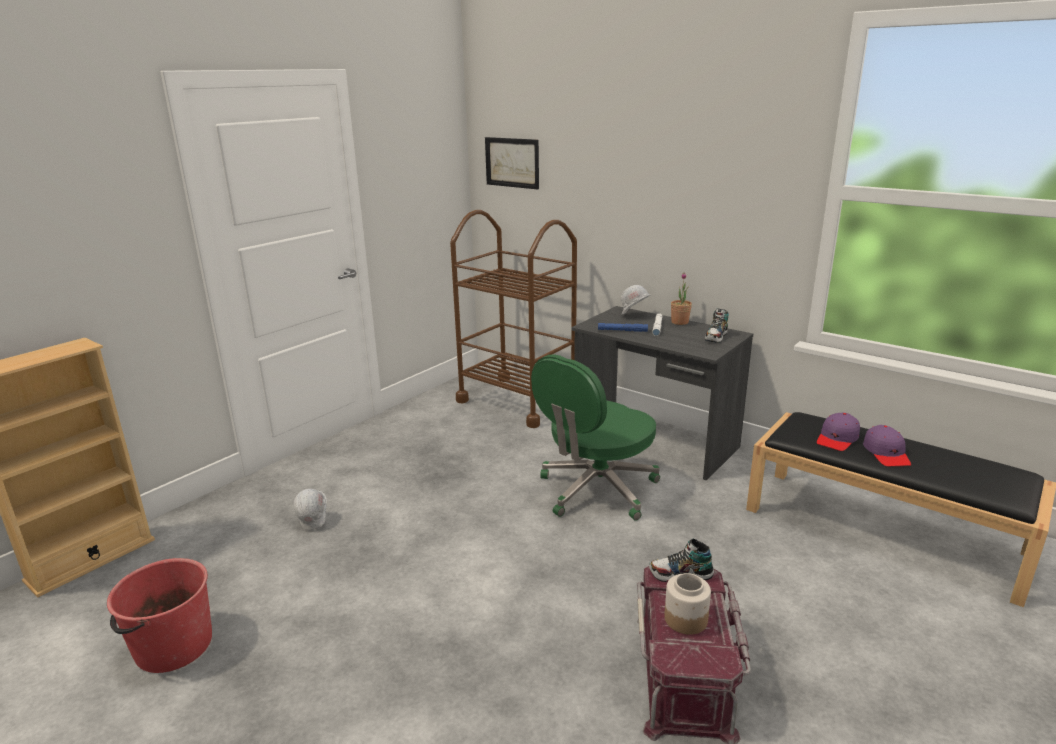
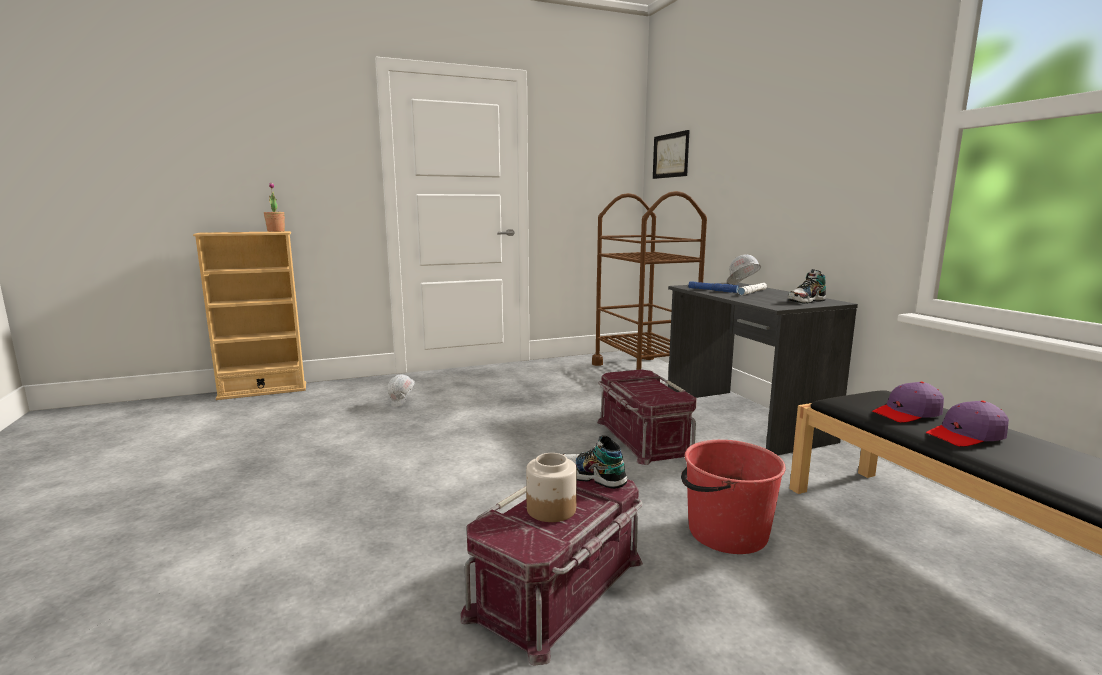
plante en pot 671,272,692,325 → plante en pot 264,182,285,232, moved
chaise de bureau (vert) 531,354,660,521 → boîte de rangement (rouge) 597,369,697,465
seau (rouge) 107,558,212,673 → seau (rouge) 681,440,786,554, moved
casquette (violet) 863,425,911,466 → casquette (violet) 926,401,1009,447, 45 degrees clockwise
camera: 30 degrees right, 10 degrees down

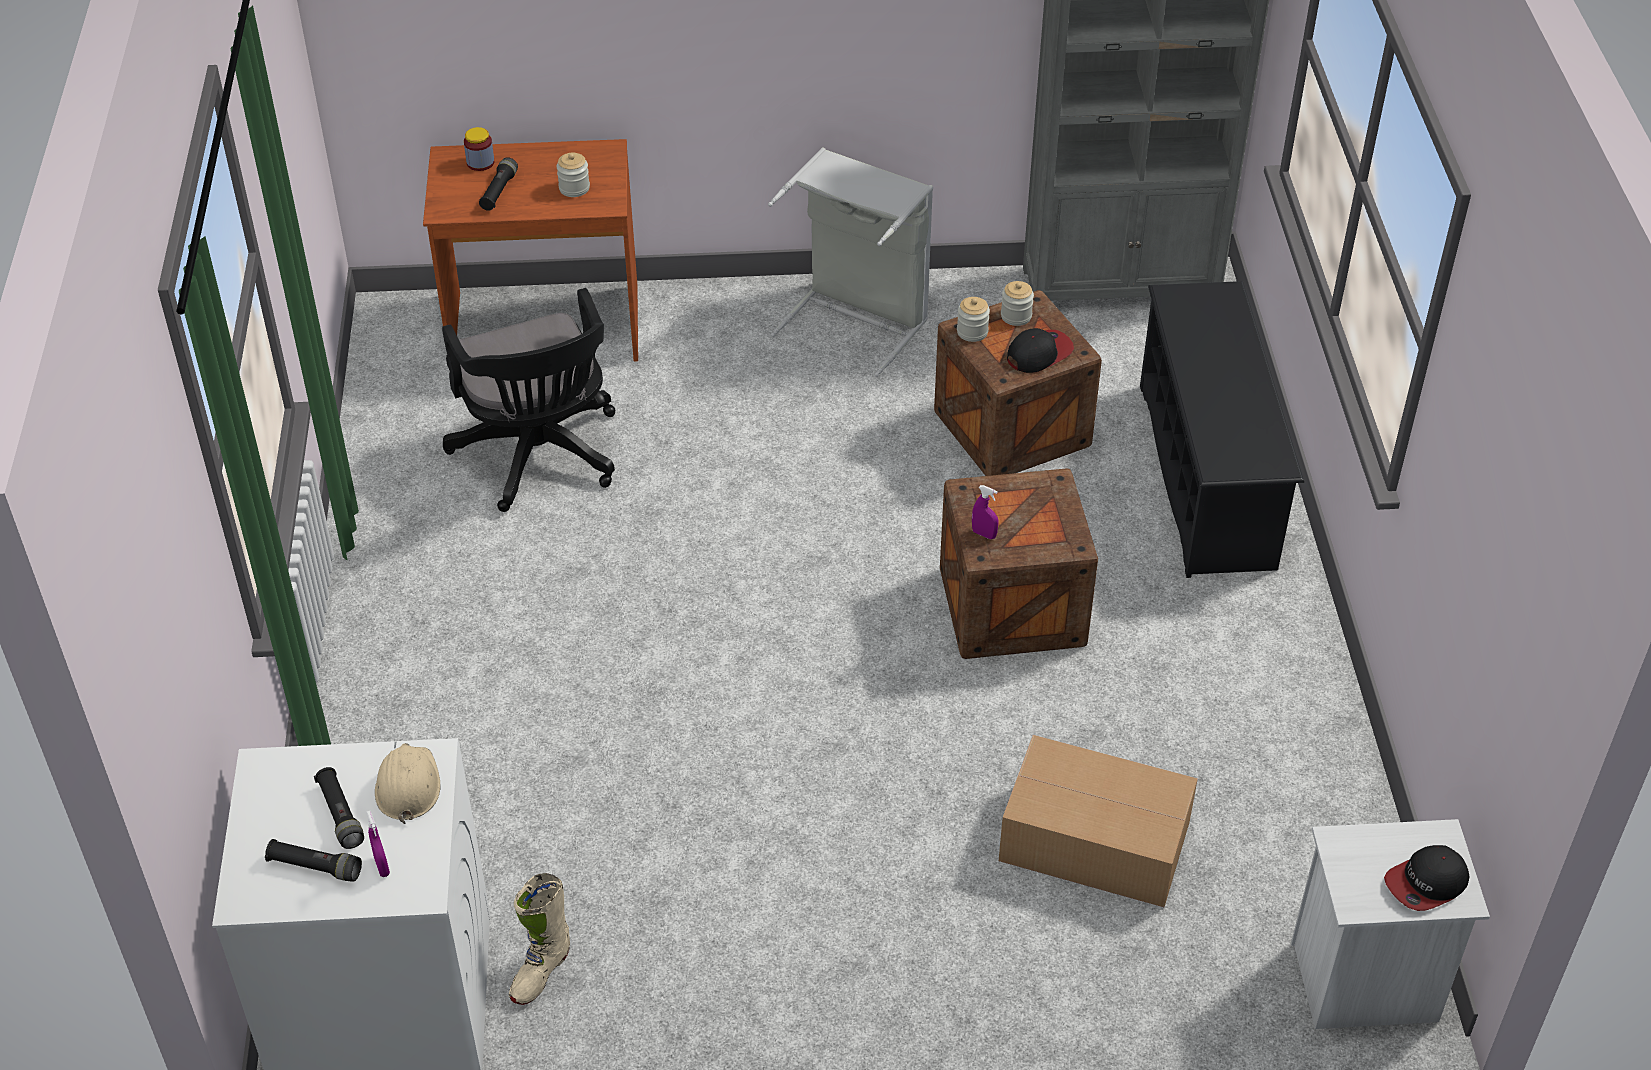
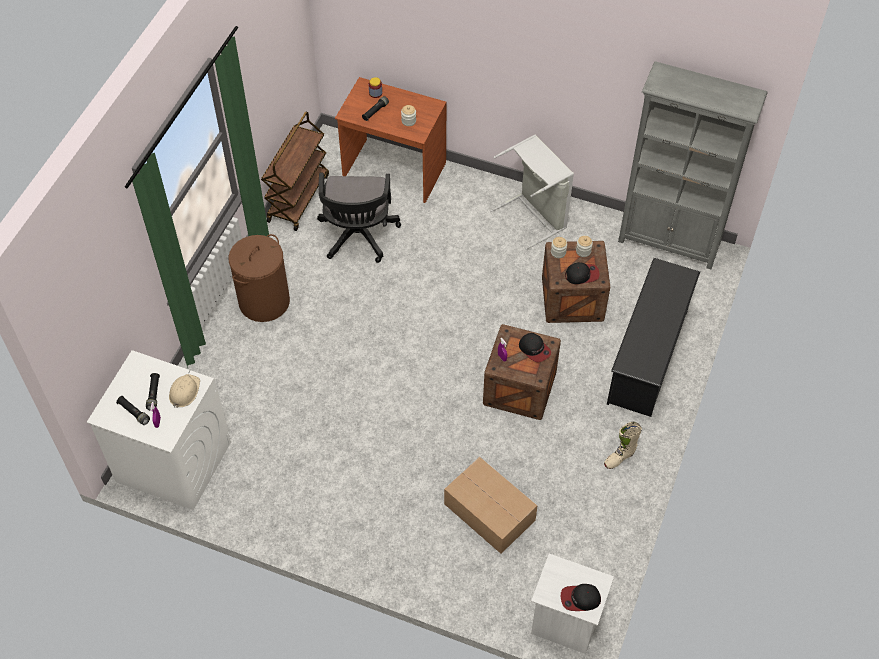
- → panier à linge (marron) 228,234,290,322
- → chariot (marron) 261,112,329,231
- → casquette 519,333,551,362
botte (beige) 509,873,570,1005 → botte (beige) 604,422,642,469, moved
camera: 25 degrees right, 10 degrees up

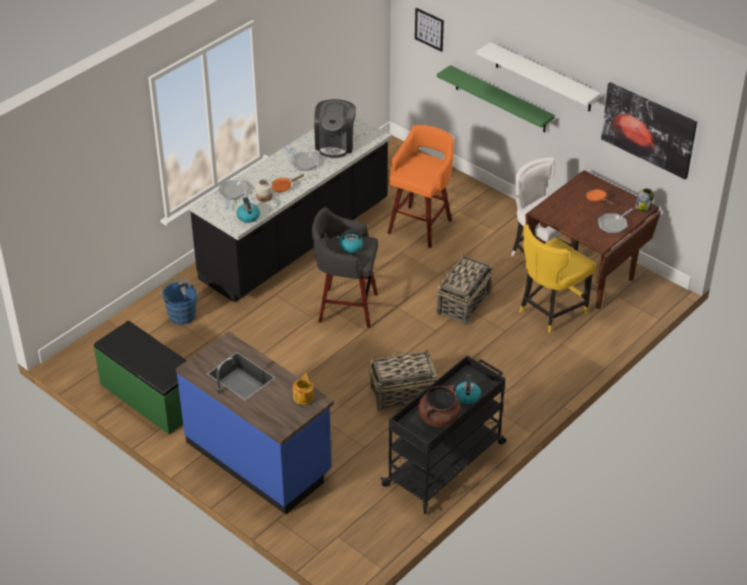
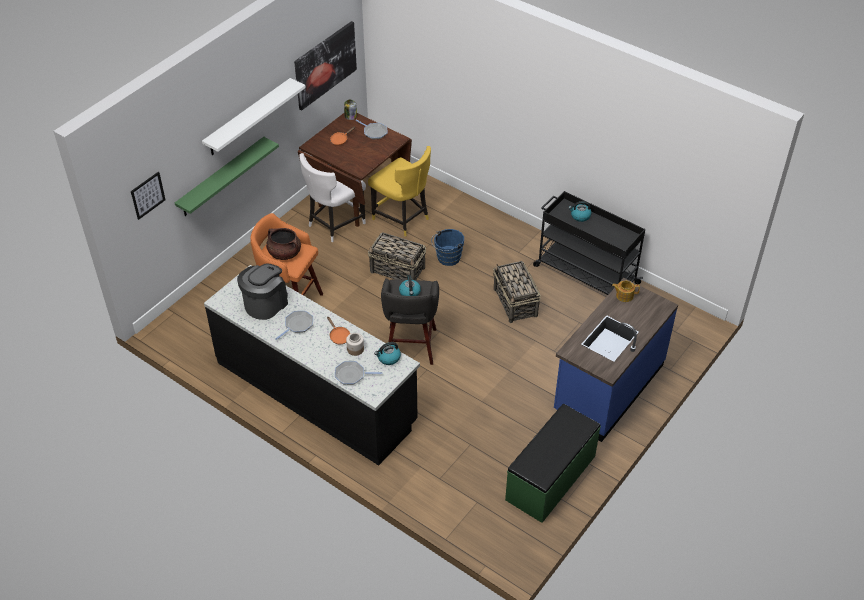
machine à café 314,99,356,158 → machine à café 237,264,288,320, 60 degrees counterclockwise
marmite (marron) 418,385,461,427 → marmite (marron) 266,228,301,260, moved
seau (bleu) 160,279,197,325 → seau (bleu) 431,229,464,266, moved
camera: 95 degrees left, 5 degrees up

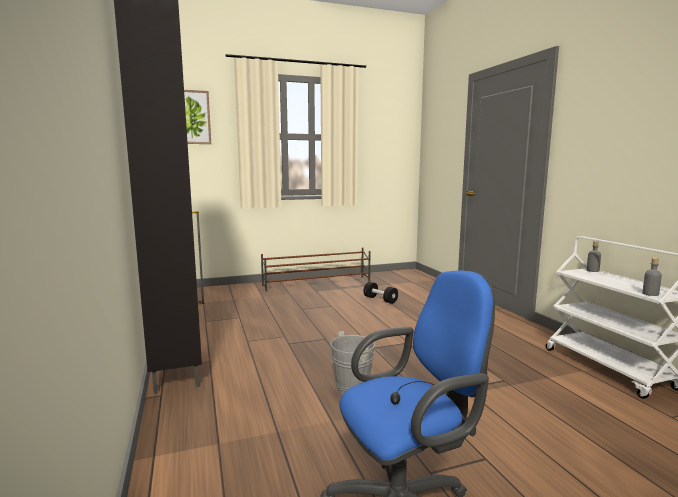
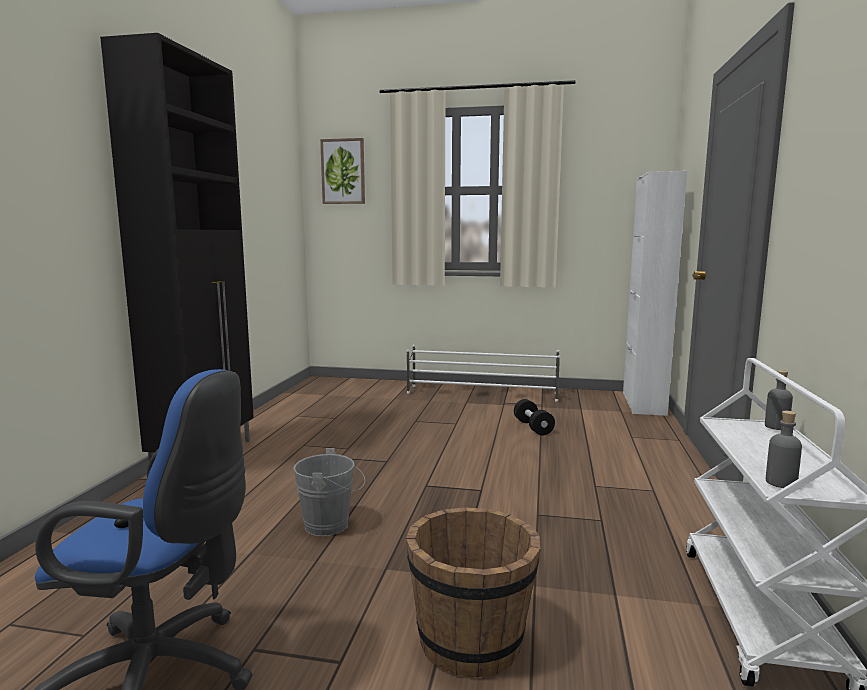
- → seau (marron) 406,507,541,678
étagère à chaussures (marron) 261,247,371,292 → étagère à chaussures (blanc) 407,345,560,402
- → meuble de rangement (blanc) 623,171,687,416
camera: 30 degrees right, 0 degrees up

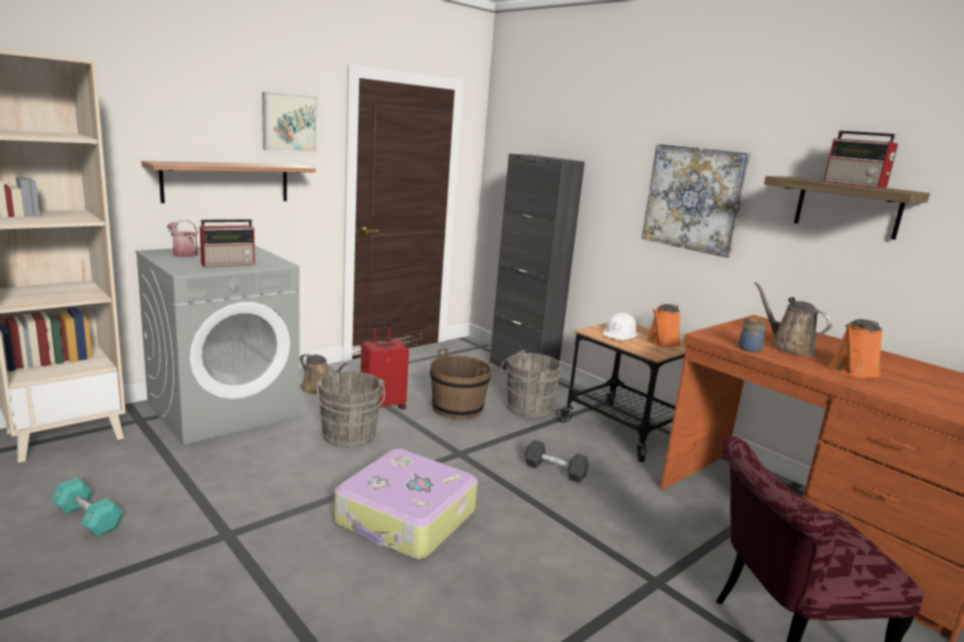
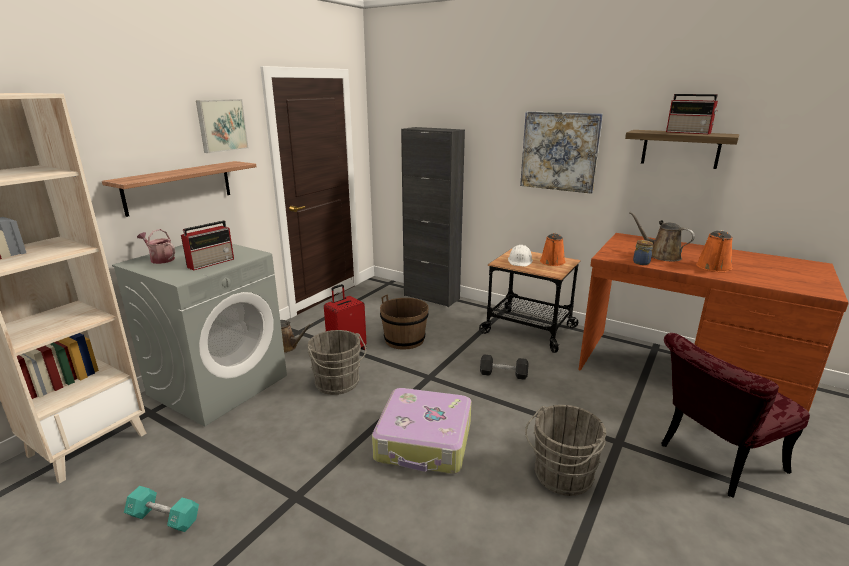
seau (gris) 500,350,562,418 → seau (gris) 525,405,606,496, moved
camera: 15 degrees left, 5 degrees up

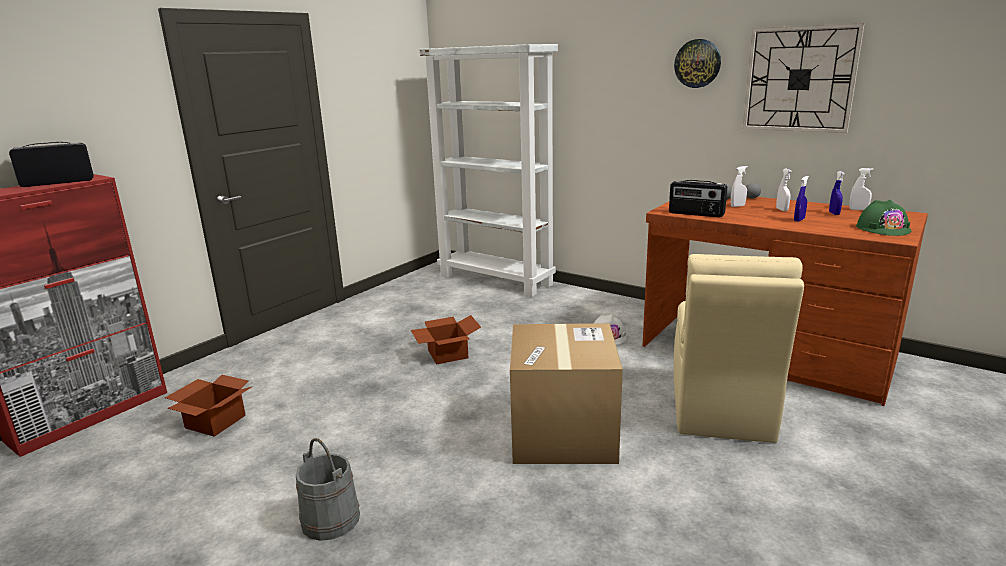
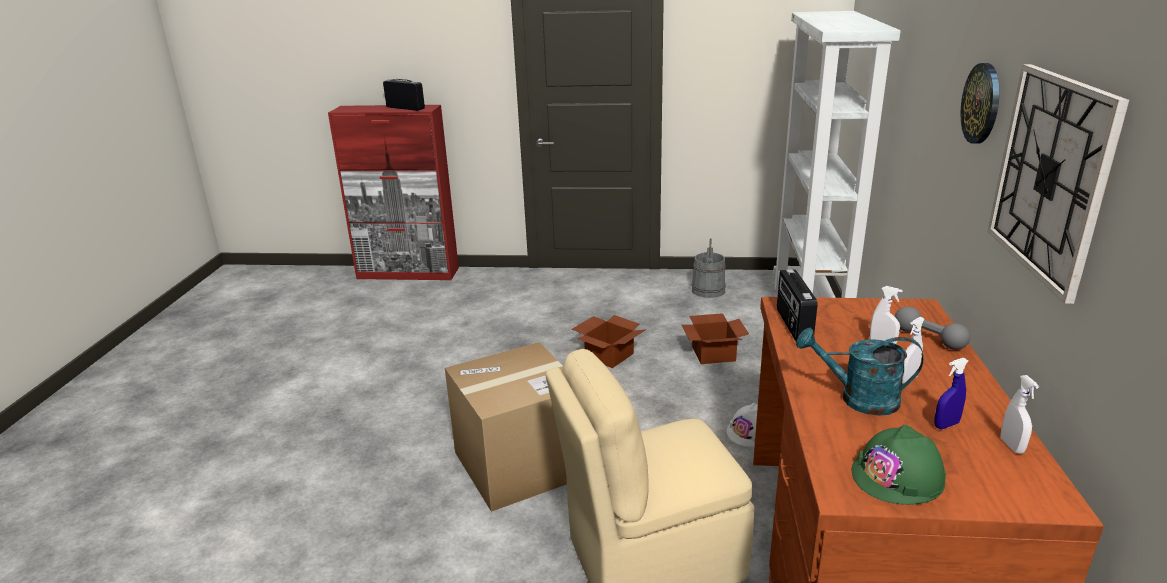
carton 165,375,253,437 → carton 682,313,749,364, moved
seau (gris) 296,438,360,541 → seau (gris) 692,238,726,298, moved
vaporisateur (bleu) 794,176,809,222 → arrosoir (turquoise) 796,328,924,416
camera: 60 degrees right, 5 degrees up

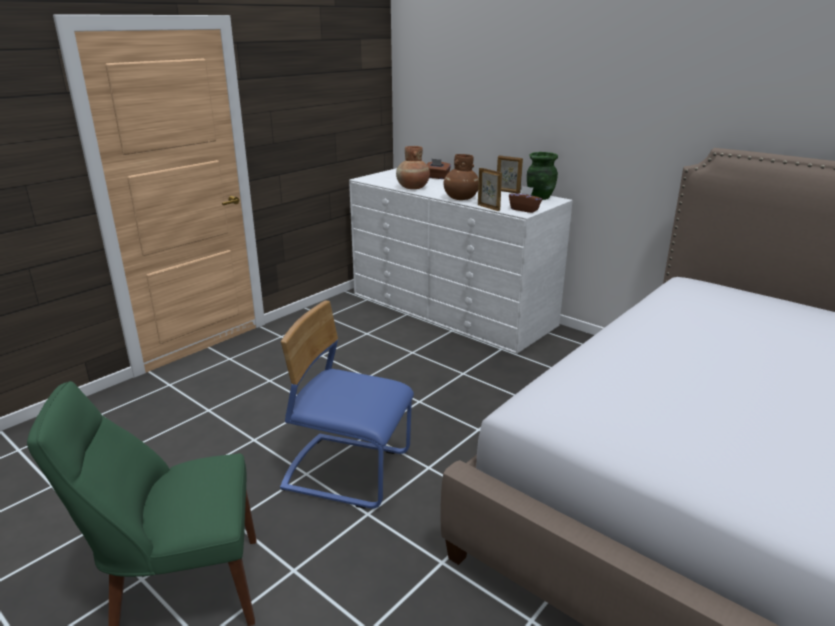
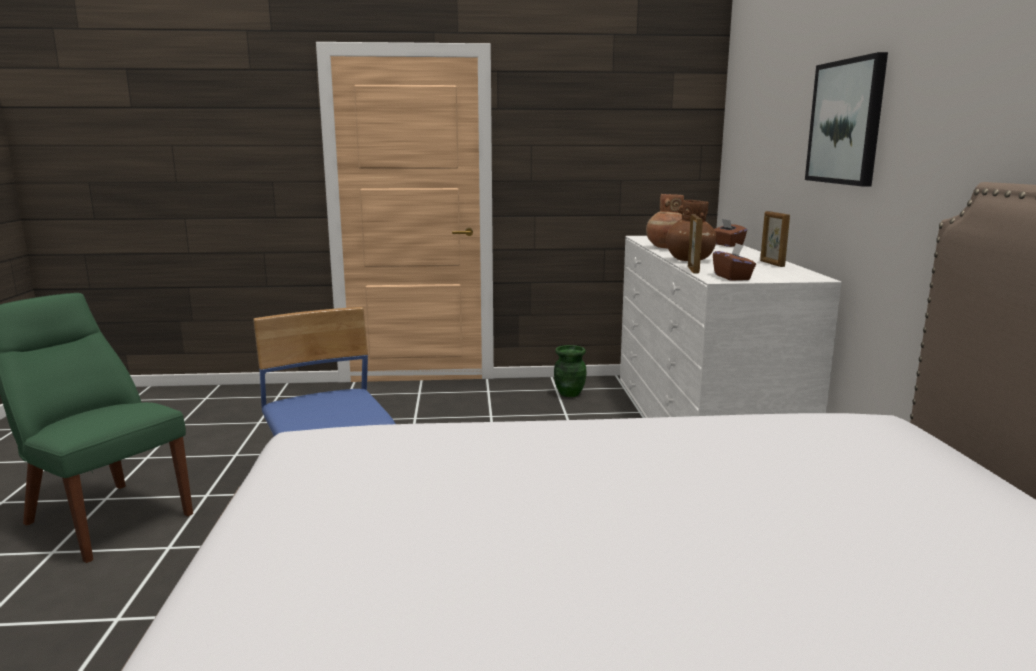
vase (vert) 527,152,558,200 → vase (vert) 554,345,586,397, moved
- → tableau 805,52,888,186
camera: 45 degrees right, 10 degrees down

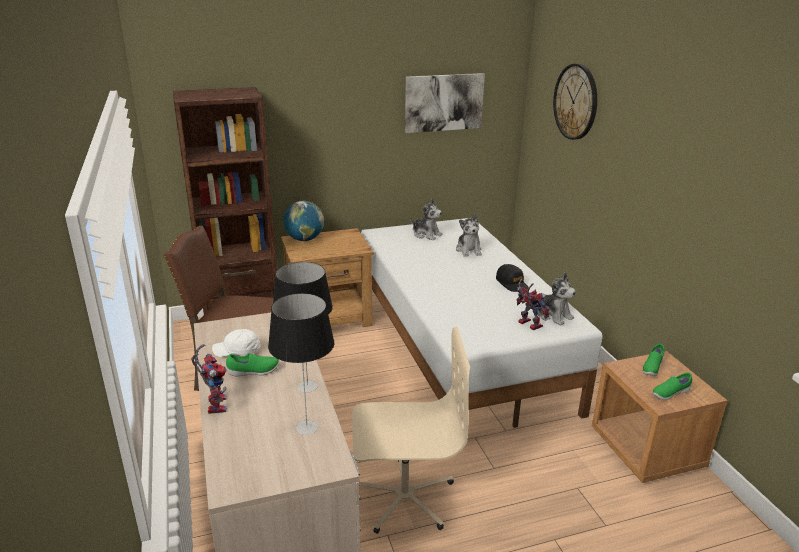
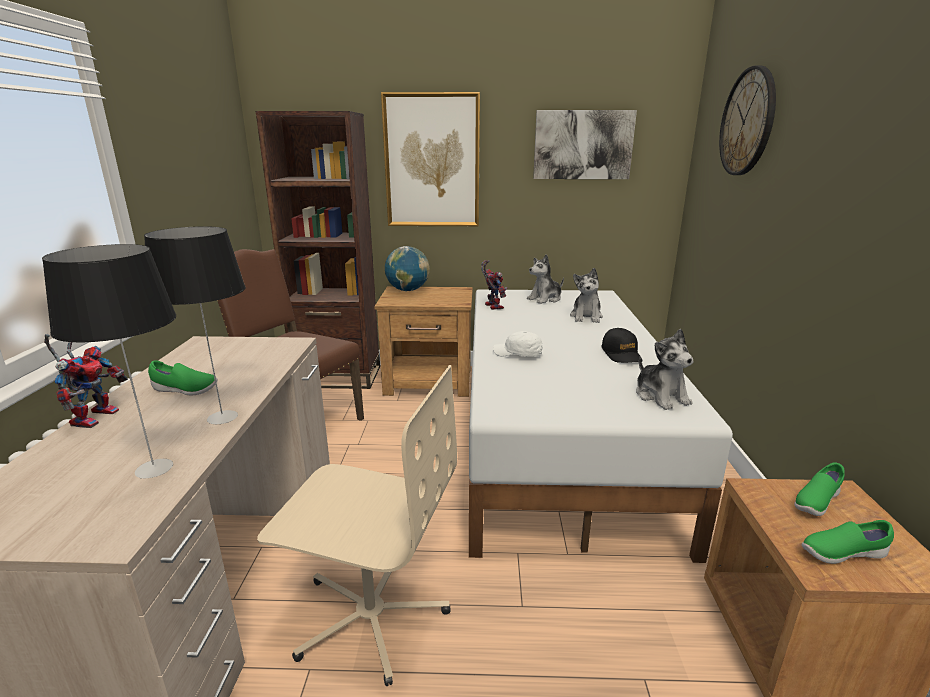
- → tableau 381,92,480,226
robot jouet 517,279,550,330 → robot jouet 481,260,508,310, moved
casquette (blanc) 212,329,260,357 → casquette (blanc) 493,331,543,357, moved
peluche 410,198,442,240 → peluche 527,254,564,304, 90 degrees clockwise
camera: 20 degrees right, 5 degrees down

